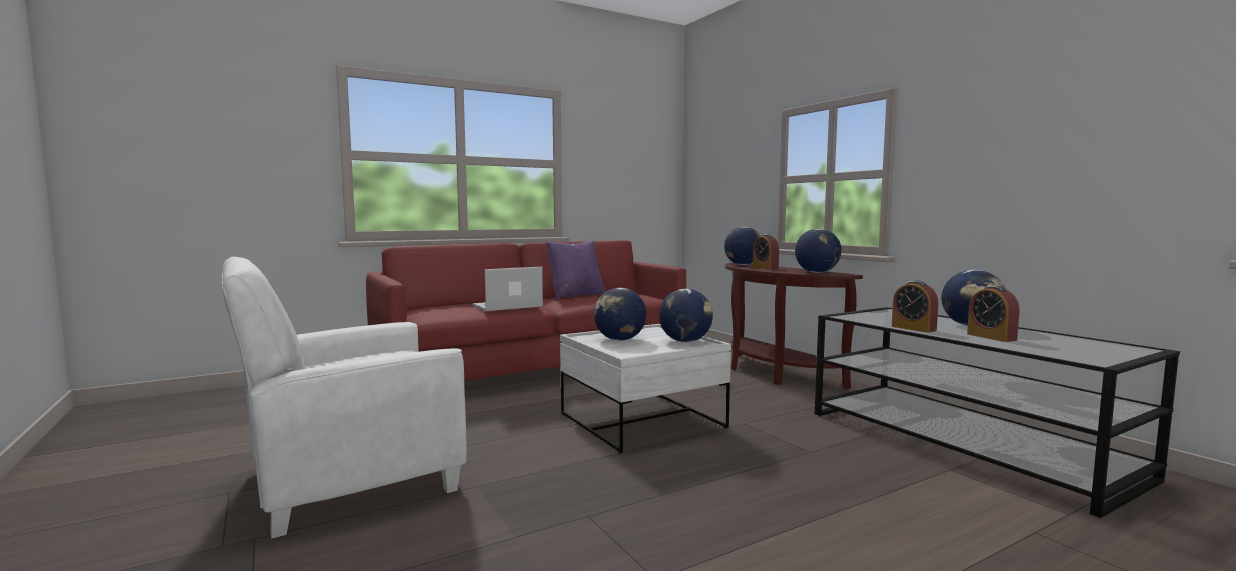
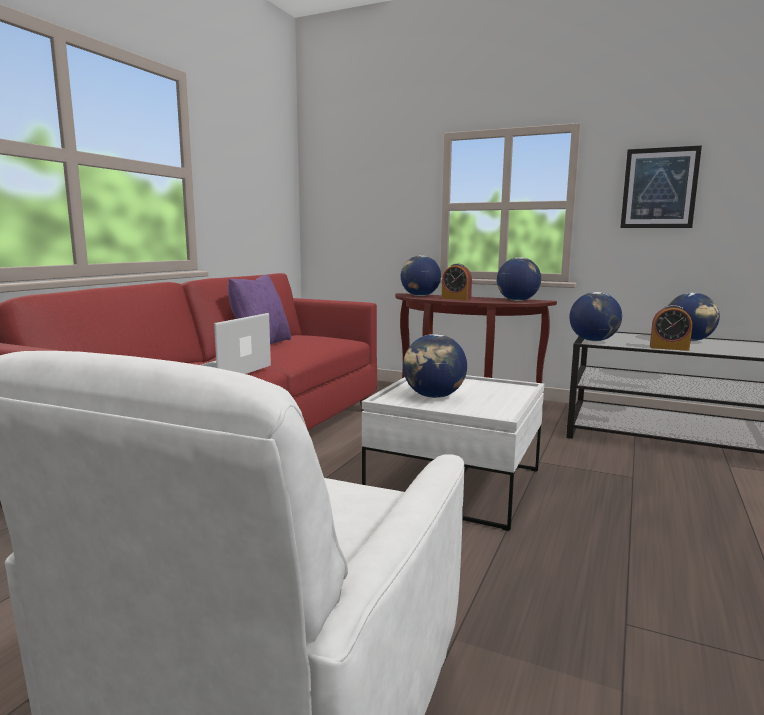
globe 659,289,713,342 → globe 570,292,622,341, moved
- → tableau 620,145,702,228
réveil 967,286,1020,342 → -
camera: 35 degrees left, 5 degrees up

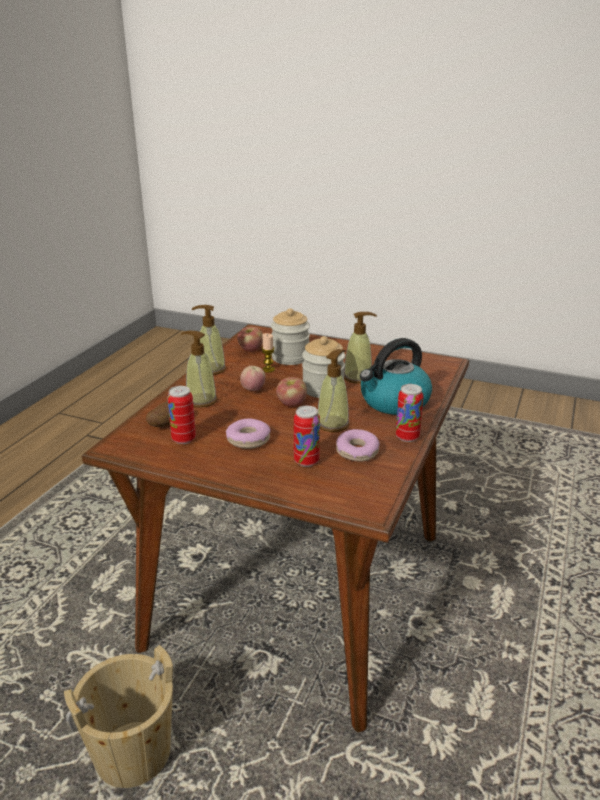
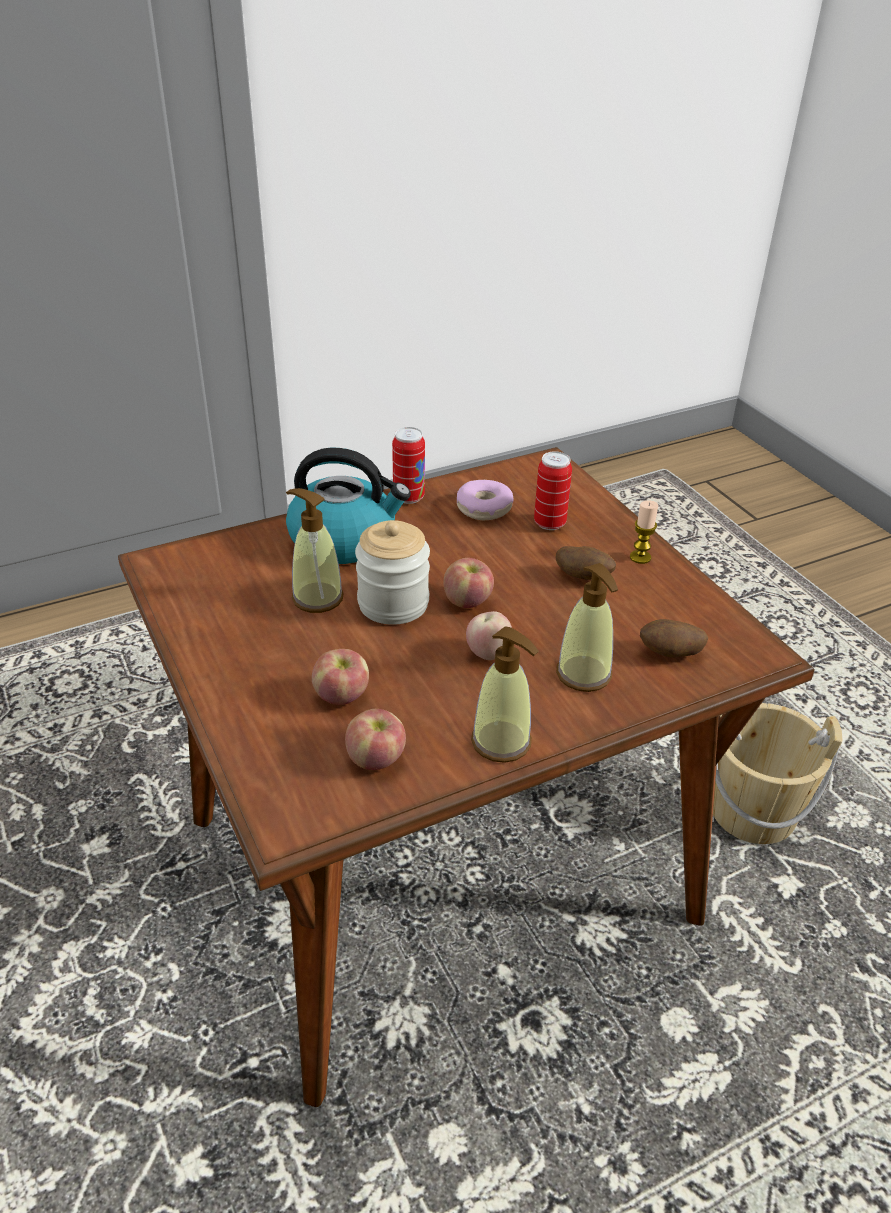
bocal 271,308,310,365 → pomme 312,649,369,705
beignet 226,418,271,449 → pomme de terre 556,546,616,580
bougie 261,333,275,373 → bougie 630,501,658,564, moved
boîte métallique 167,386,196,444 → -
distributeur de savon 318,349,349,432 → -
camera: 140 degrees left, 10 degrees up

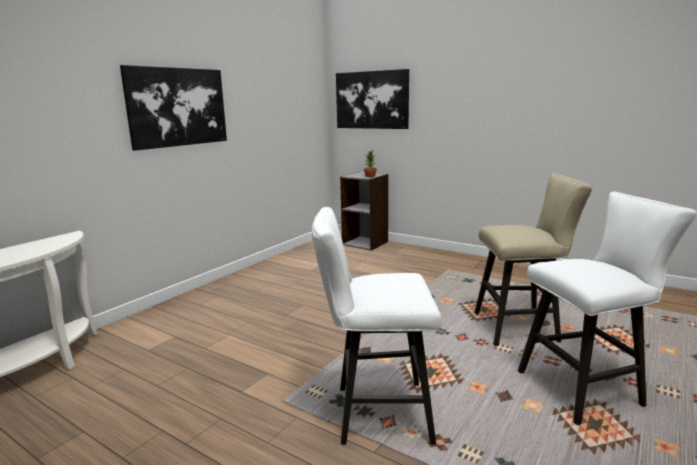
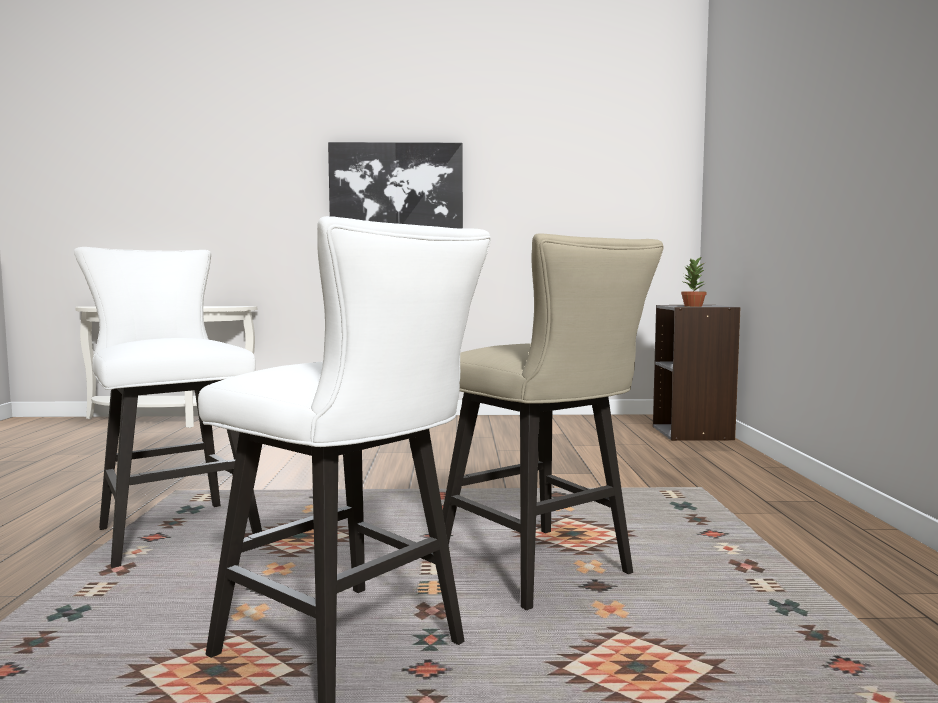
tableau 336,69,409,129 → -
camera: 55 degrees right, 10 degrees down

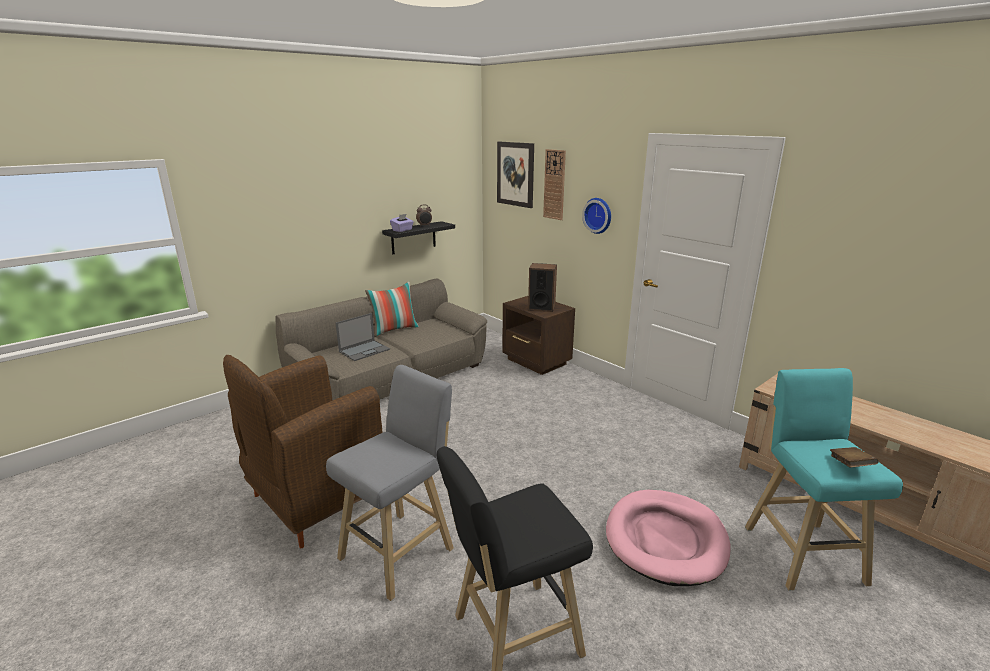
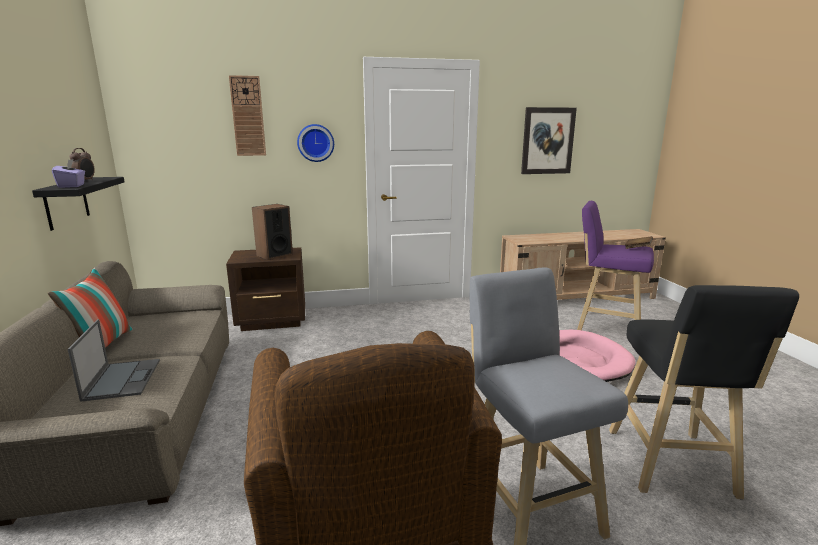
tableau 497,142,534,208 → tableau 521,107,577,174, moved
tabouret (turquoise) 745,368,903,590 → tabouret (violet) 577,201,654,330
camera: 60 degrees left, 5 degrees down

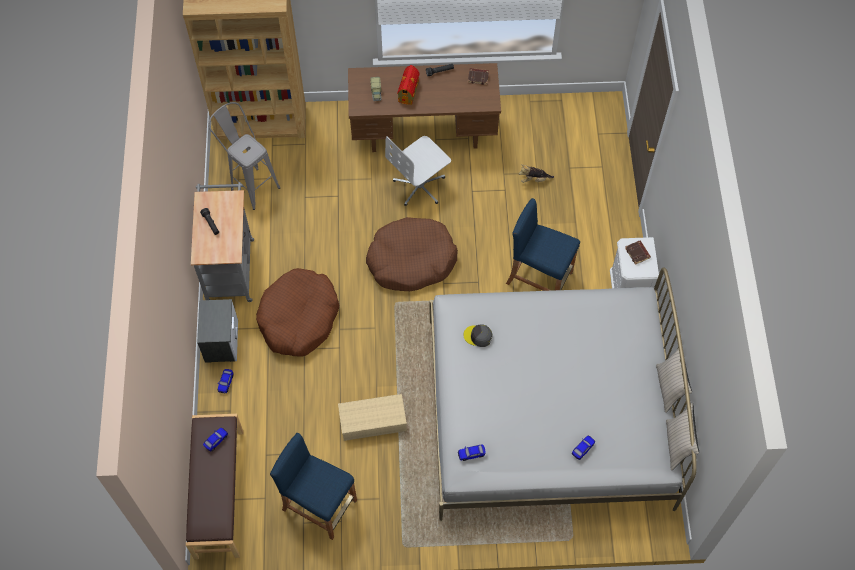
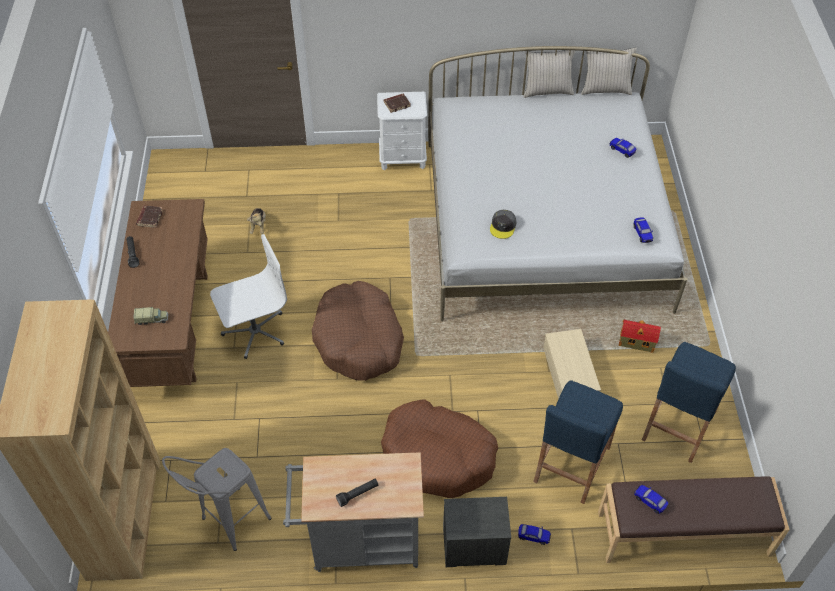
chaise de bureau (blanc) 385,136,451,206 → chaise de bureau (blanc) 210,234,287,359, 75 degrees counterclockwise
tabouret (bleu) 506,198,580,291 → tabouret (bleu) 533,380,623,504, moved
maison miniature 397,65,420,105 → maison miniature 619,320,661,353, moved
camera: 90 degrees left, 10 degrees down

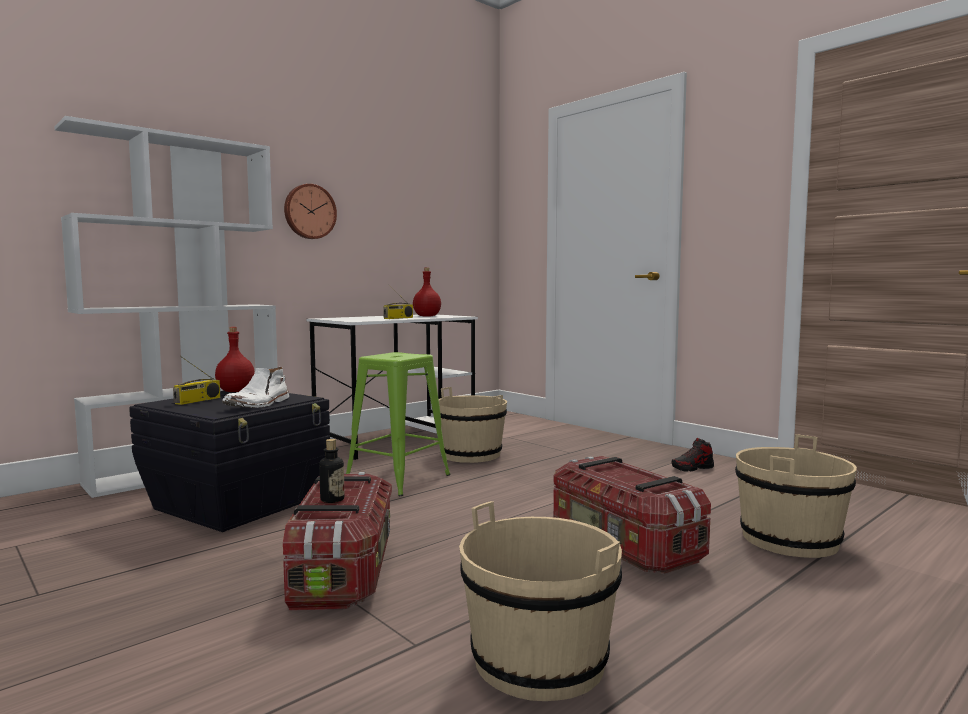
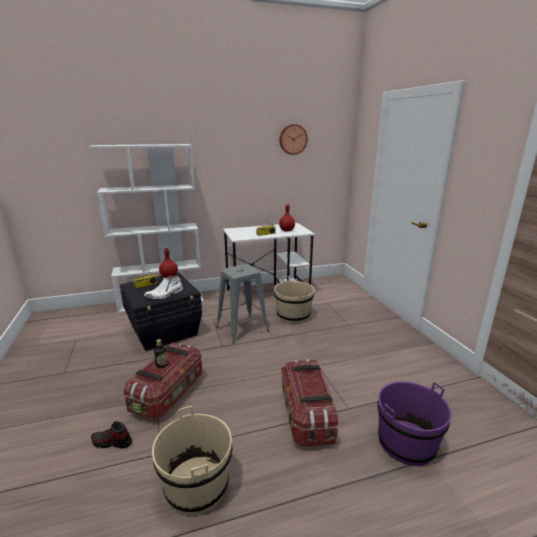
chaussure 672,438,714,472 → chaussure 91,421,132,448, moved
tabouret (vert) 346,352,451,496 → tabouret (gris) 216,264,269,344
horloge murale 284,184,337,239 → horloge murale 279,124,308,155, moved
seau (beige) 735,434,857,558 → seau (violet) 377,381,451,466
camera: 25 degrees right, 15 degrees up

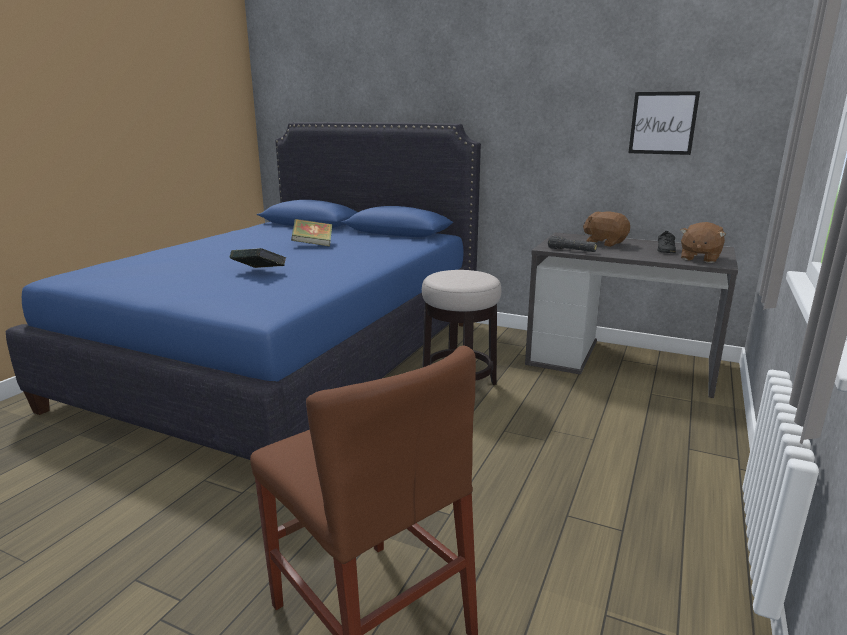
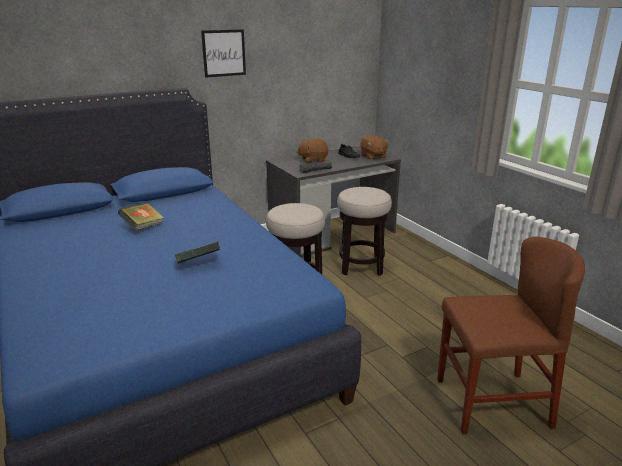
tableau 628,91,700,155 → tableau 201,29,246,78, moved
- → tabouret 337,187,392,276
camera: 55 degrees left, 5 degrees up

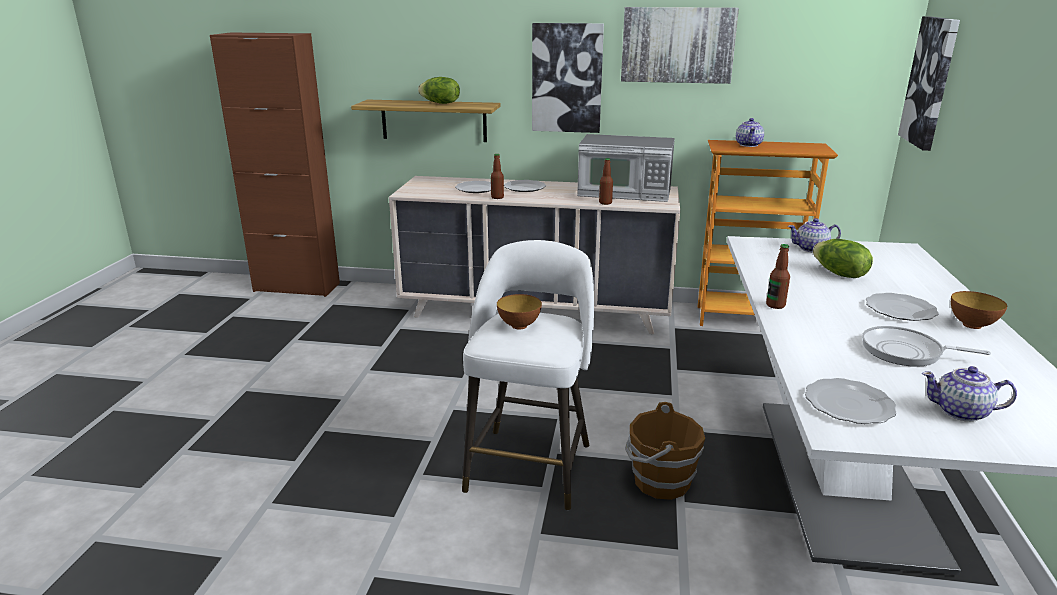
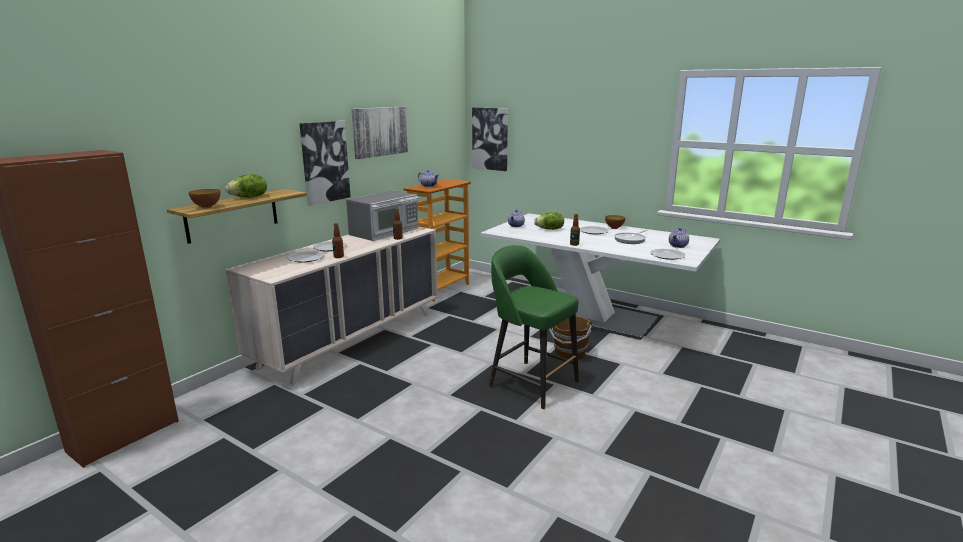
bol 497,294,542,329 → bol 189,189,221,208, moved
tabouret (blanc) 462,240,594,510 → tabouret (vert) 489,245,579,409
camera: 65 degrees left, 5 degrees down

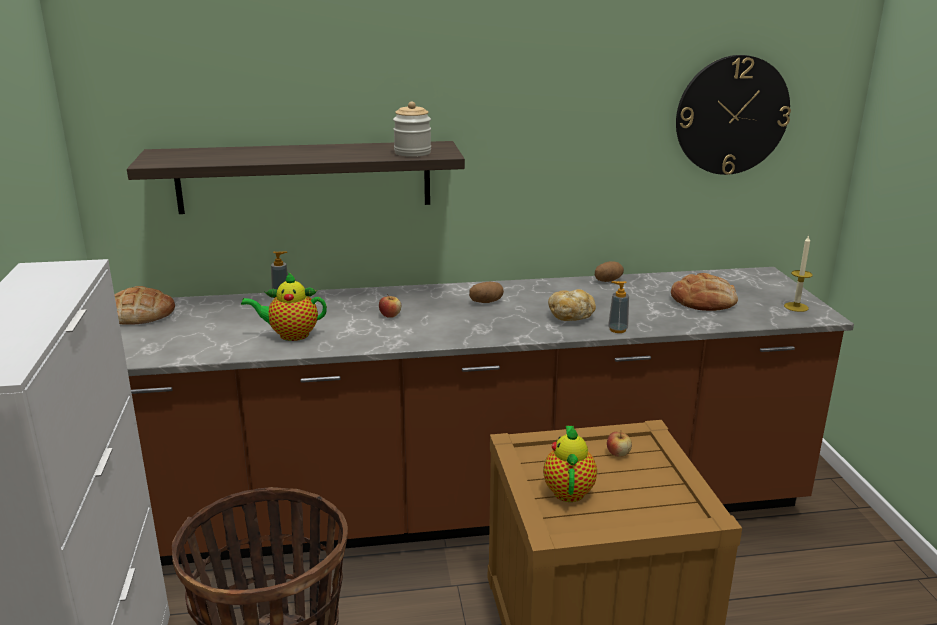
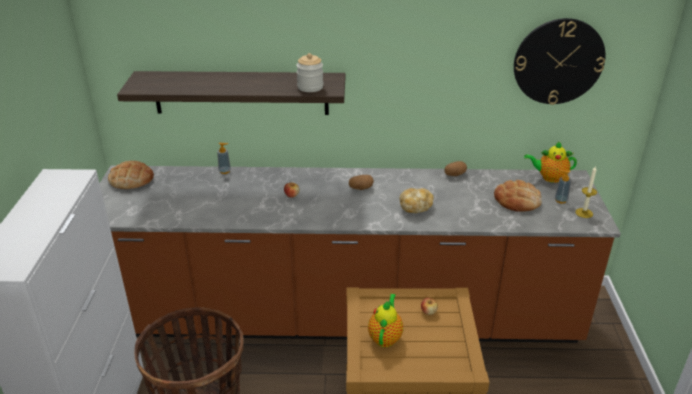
théière 241,272,327,341 → théière 524,141,577,183, moved
distributeur de savon 608,281,629,333 → distributeur de savon 555,170,571,204, moved
camera: 10 degrees right, 10 degrees up

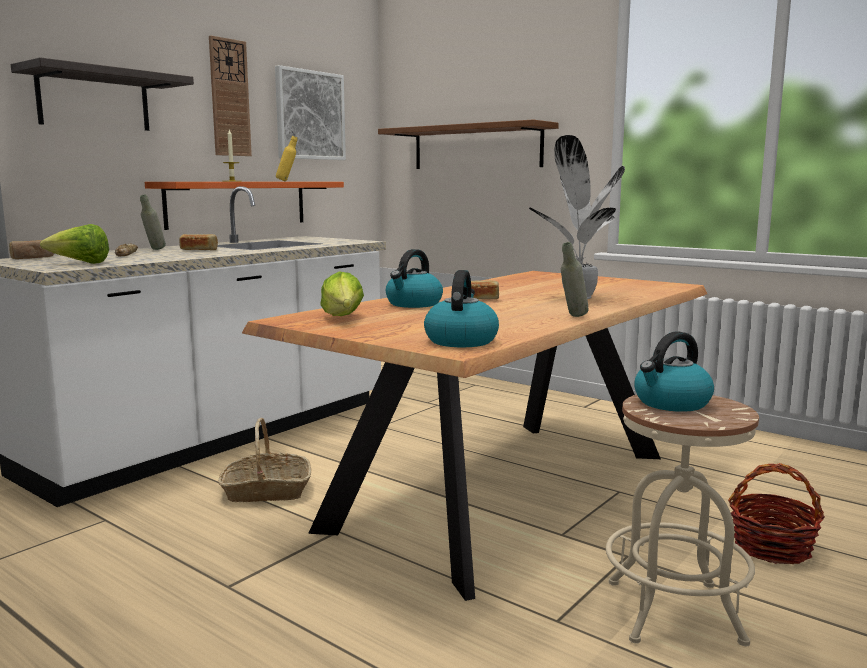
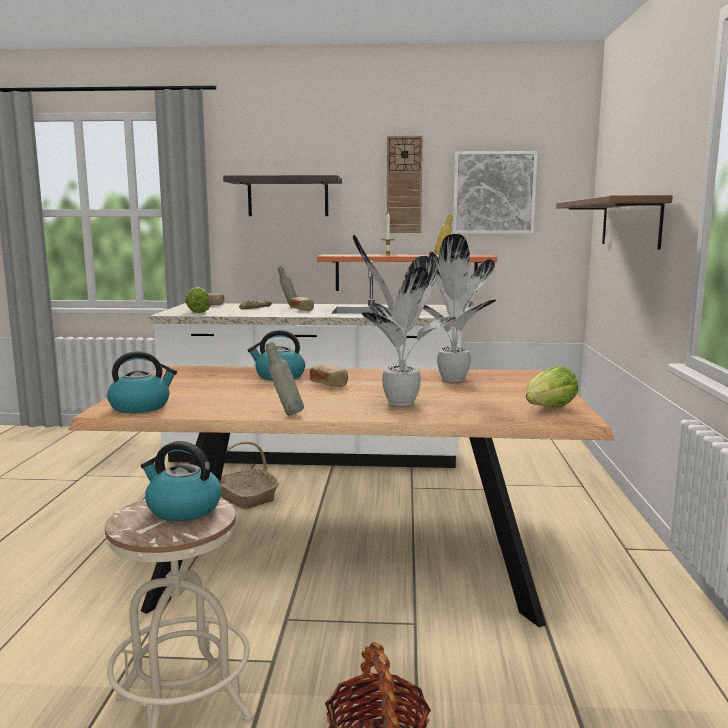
- → plante en pot 423,234,496,382
laitue 320,271,364,316 → laitue 526,365,579,407, moved
camera: 55 degrees right, 0 degrees up

